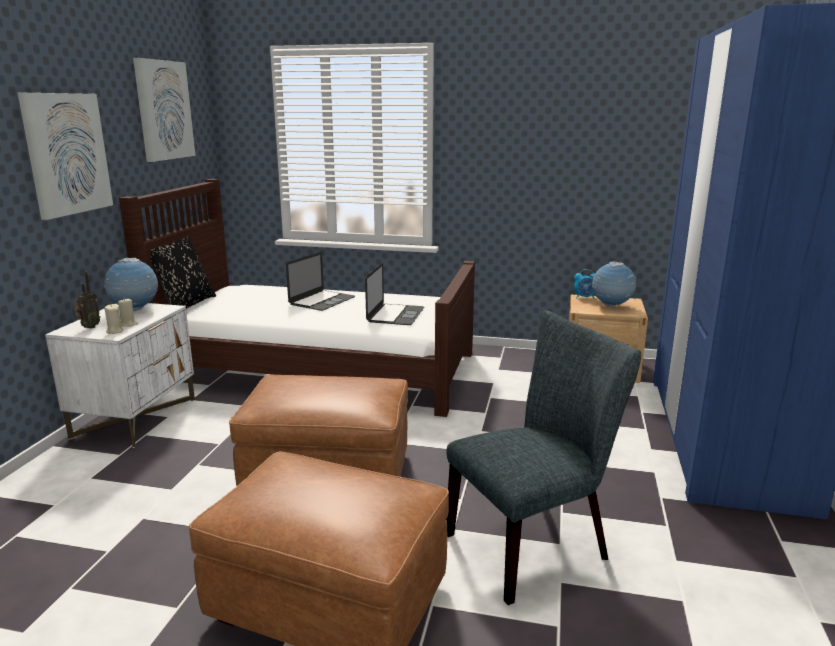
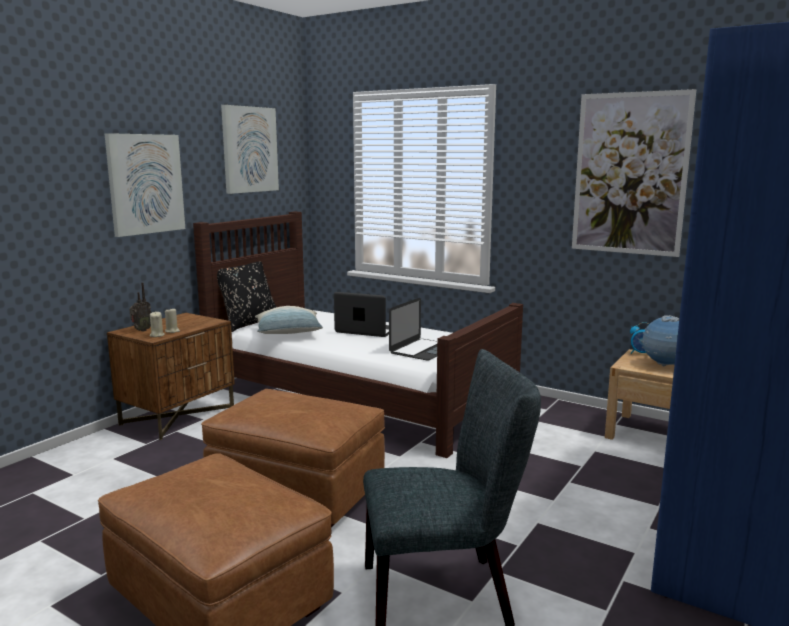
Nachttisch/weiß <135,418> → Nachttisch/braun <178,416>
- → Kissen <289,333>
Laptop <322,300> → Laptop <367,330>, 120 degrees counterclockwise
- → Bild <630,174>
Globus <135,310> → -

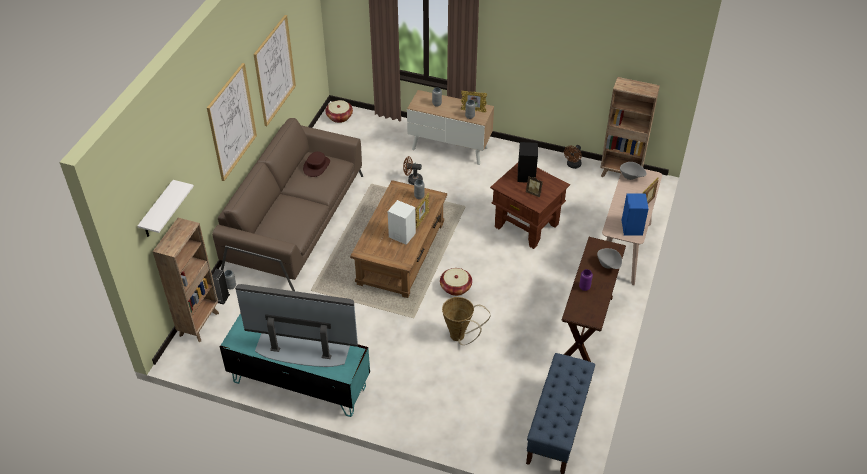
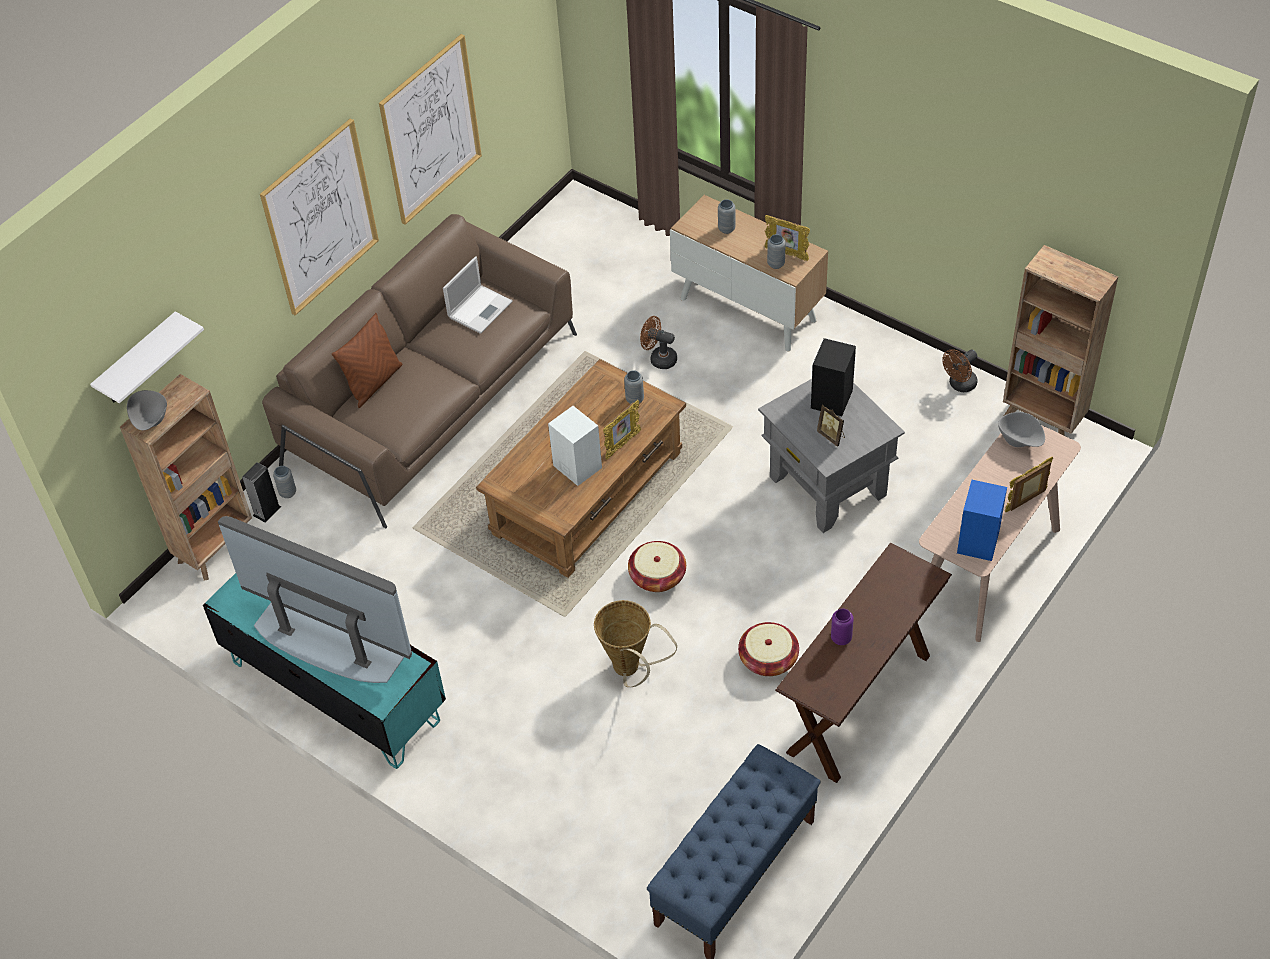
Schüssel/grau <608,265> → Schüssel/grau <150,422>, shifted
- → Kissen/braun <374,383>
Hut/braun <316,166> → Laptop <480,308>
Korb <339,117> → Korb <768,659>, shifted
Beistelltisch/braun <526,226> → Beistelltisch/grau <827,487>

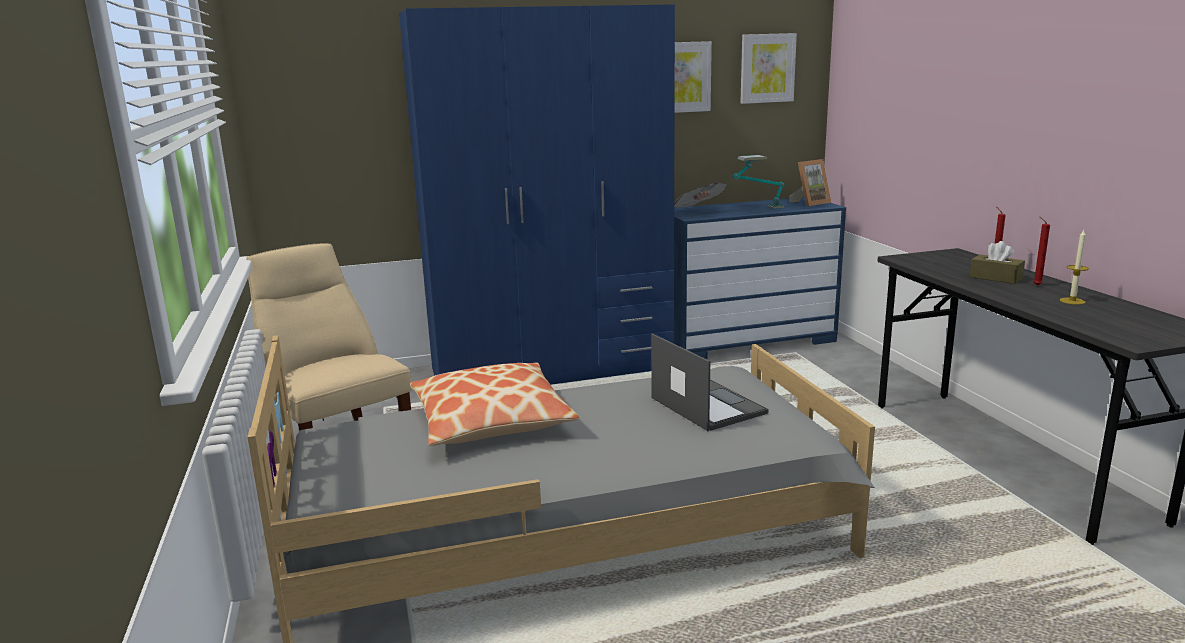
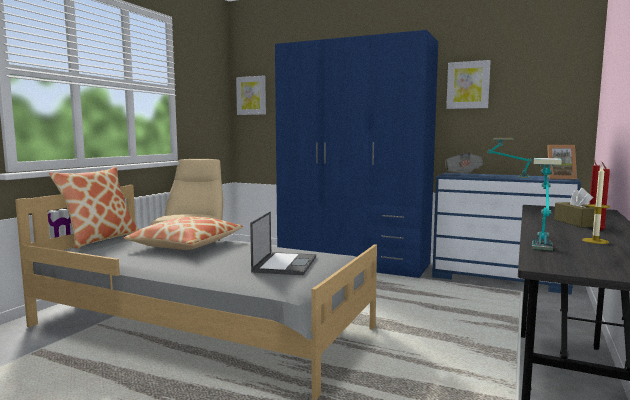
- → Kissen <99,238>
Bild <767,68> → Bild <251,95>, shifted
- → Tischlampe <541,241>

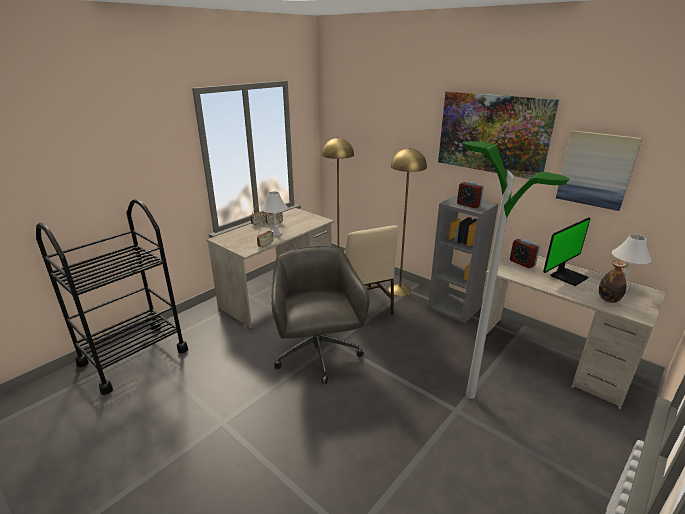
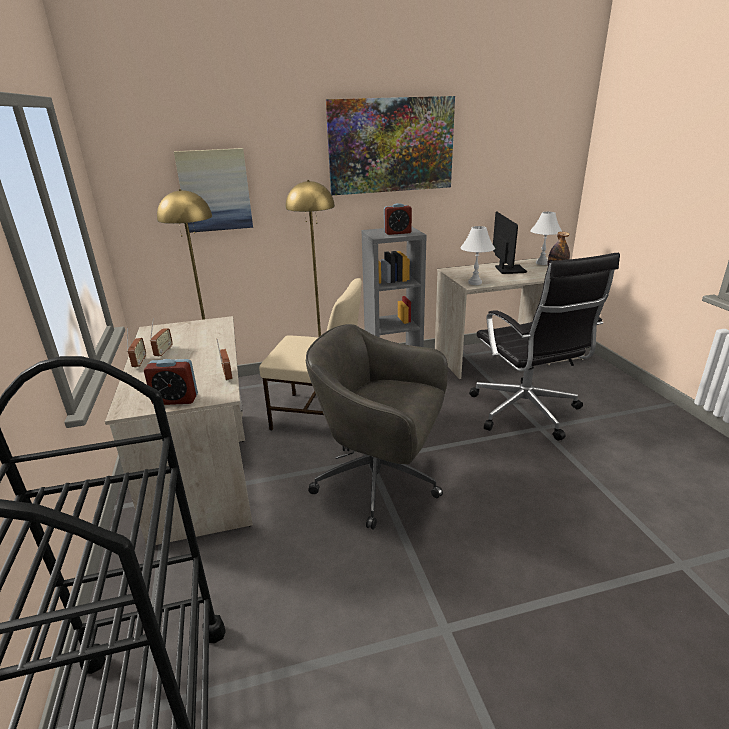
Wecker <522,263> → Wecker <175,400>, shifted
Bild <596,169> → Bild <215,190>, shifted
Tischlampe/weiß <276,234> → Tischlampe/weiß <474,283>, shifted
Stehlampe <470,395> → Bürostuhl/schwarz <525,412>

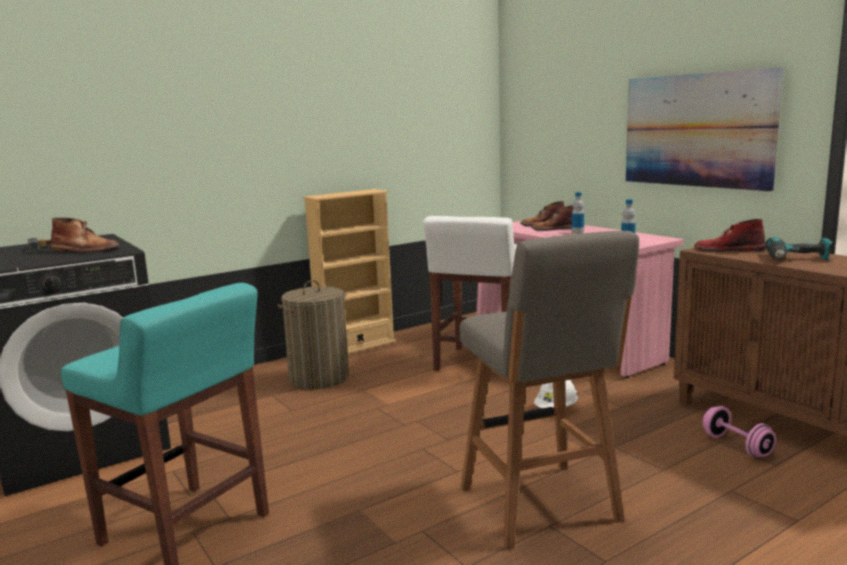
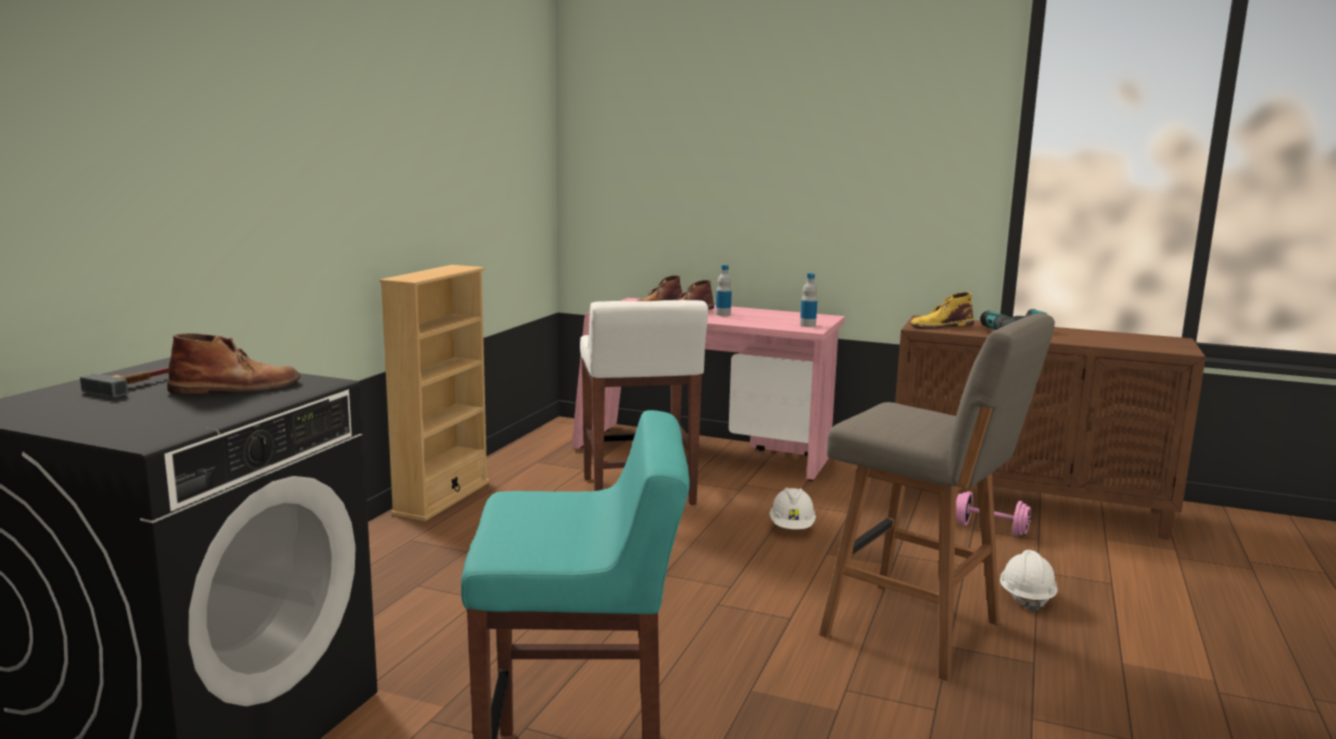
Stiefel/rot <728,249> → Stiefel/gelb <940,325>
- → Schutzhelm/weiß <1026,597>
Wäschekorb <319,378> → -
Bild <697,130> → -

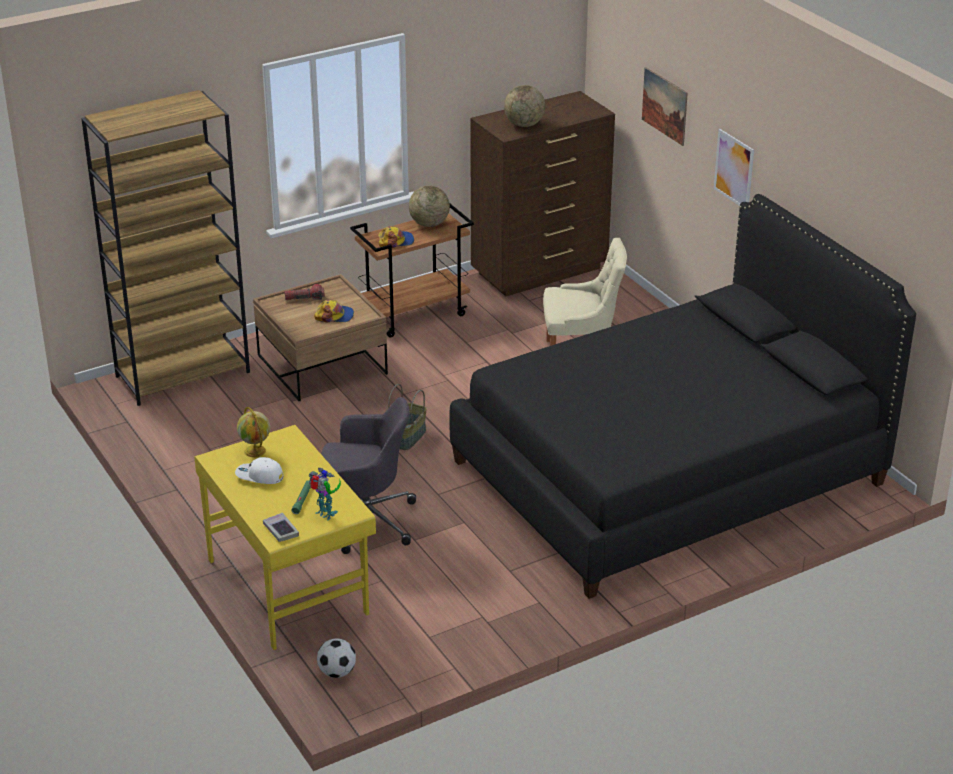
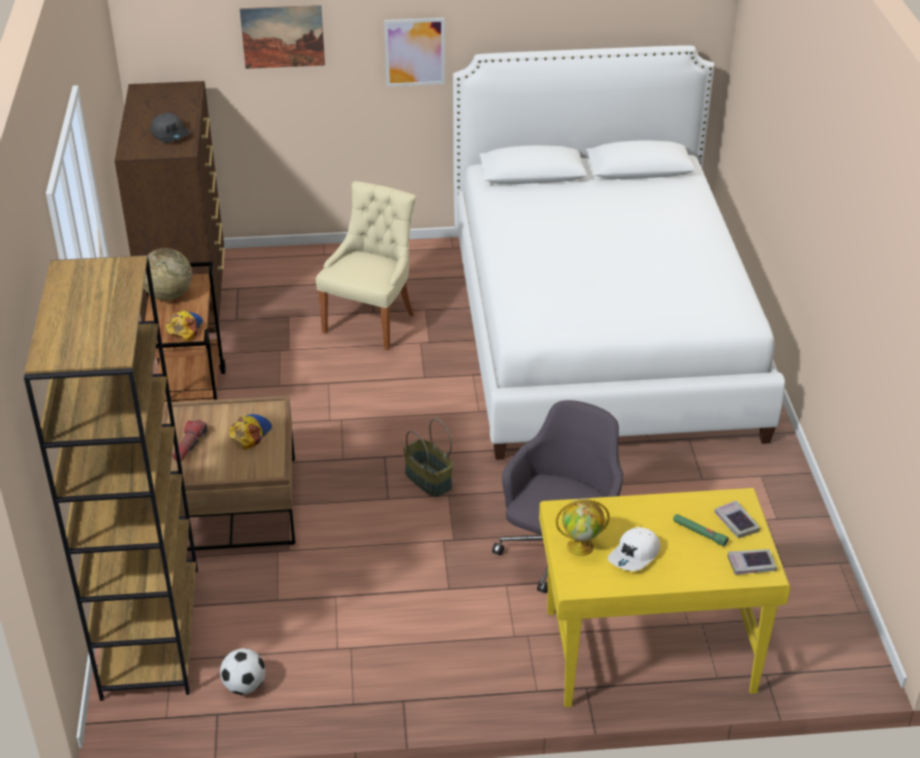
Globus <524,124> → Kappe/grau <170,134>
Fußball <337,672> → Fußball <245,686>, shifted
Bett/schwarz <669,472> → Bett/weiß <601,333>
Spielzeugroboter <325,514> → Buch <736,522>

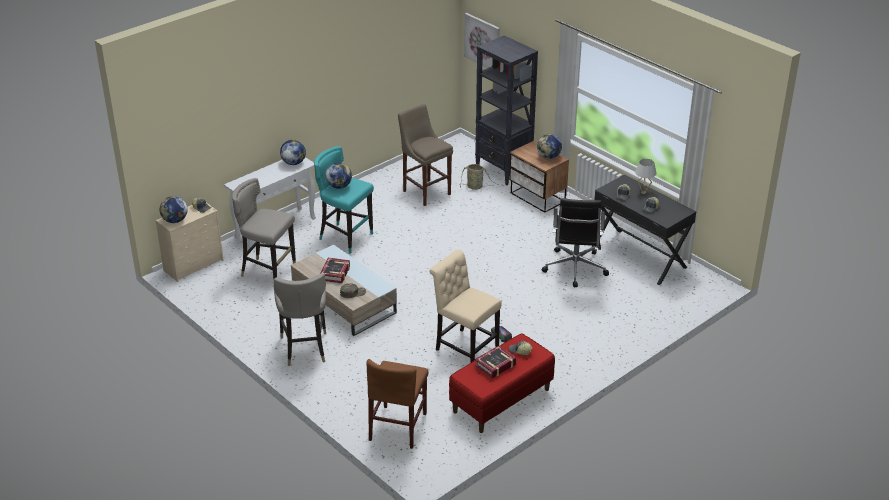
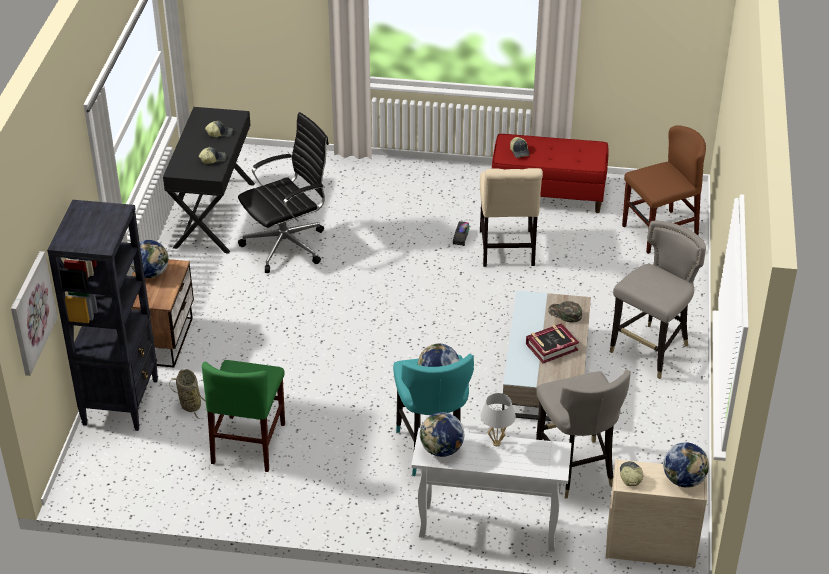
Hocker/beige <425,191> → Stuhl/grün <248,443>
Tischlampe/weiß <643,192> → Tischlampe/weiß <496,443>, shifted
Buch <495,365> → -

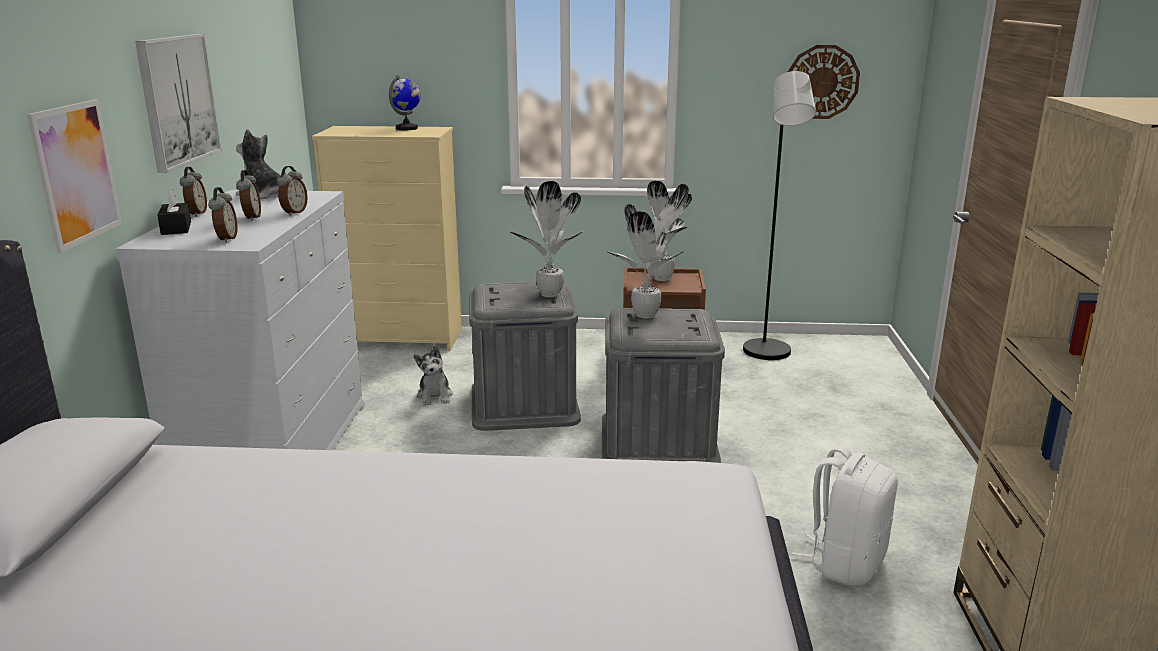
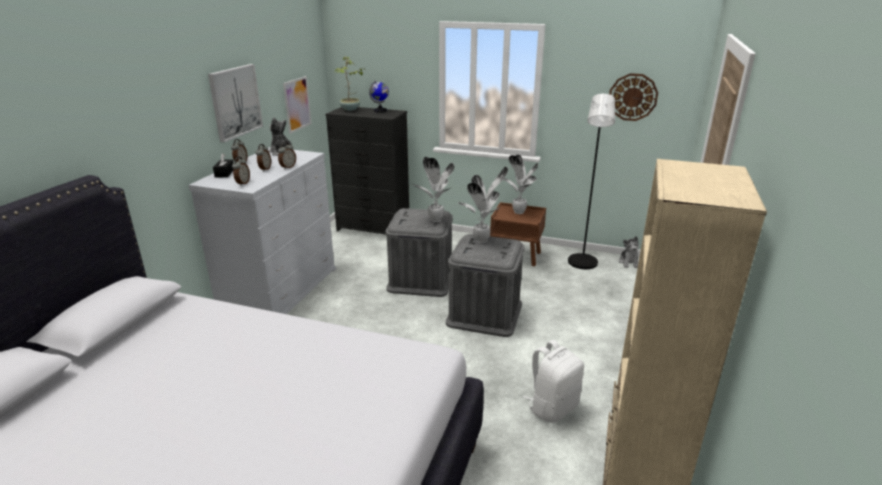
Bild <76,173> → Bild <297,104>, shifted
Kommode/beige <401,338> → Kommode/schwarz <374,229>
- → Topfpflanze <350,109>
Plüschtier <435,396> → Plüschtier <628,262>, shifted

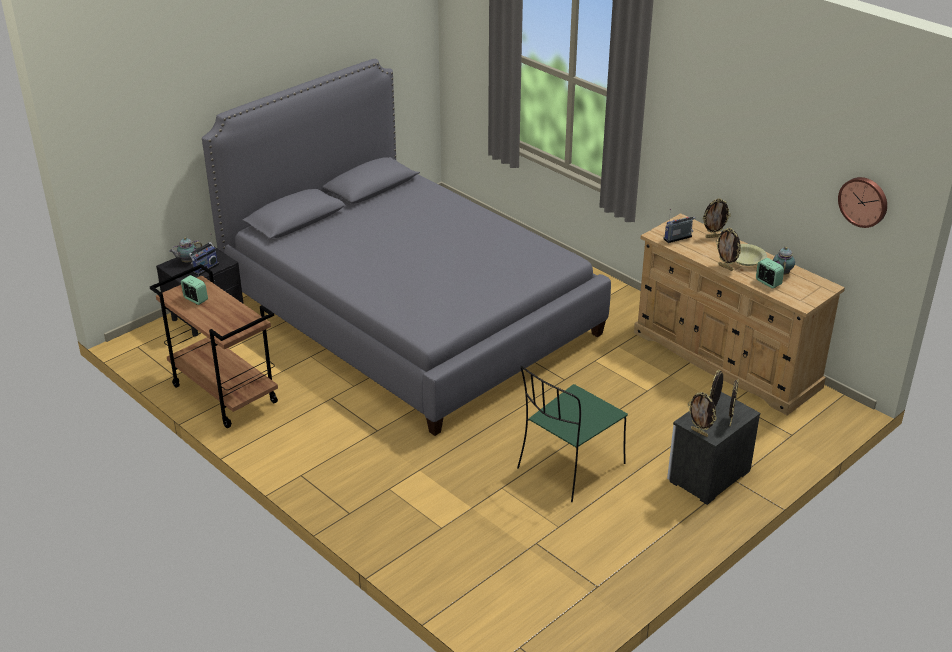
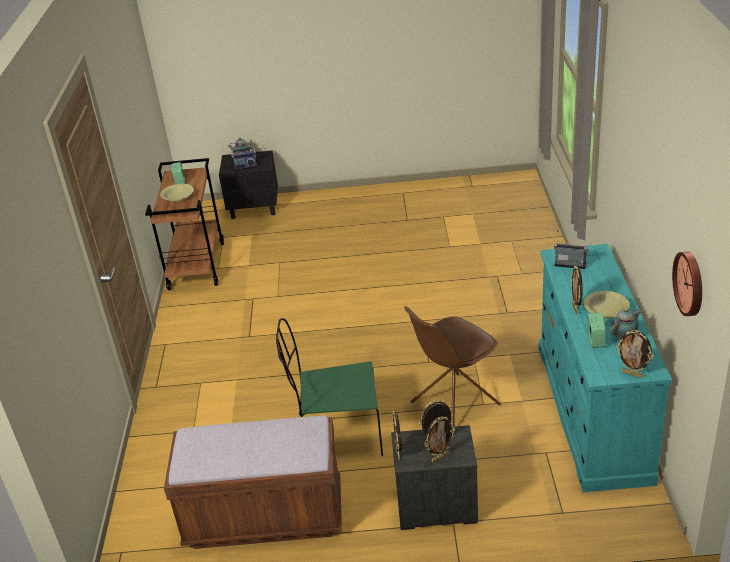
- → Schüssel/gelb <178,197>
- → Bank/braun <264,517>
- → Stuhl/braun <453,404>
Kommode/beige <726,360> → Kommode/türkis <593,412>
Bilderrahmen <713,236> → Bilderrahmen <632,374>, shifted
Bett/grau <409,314> → -

